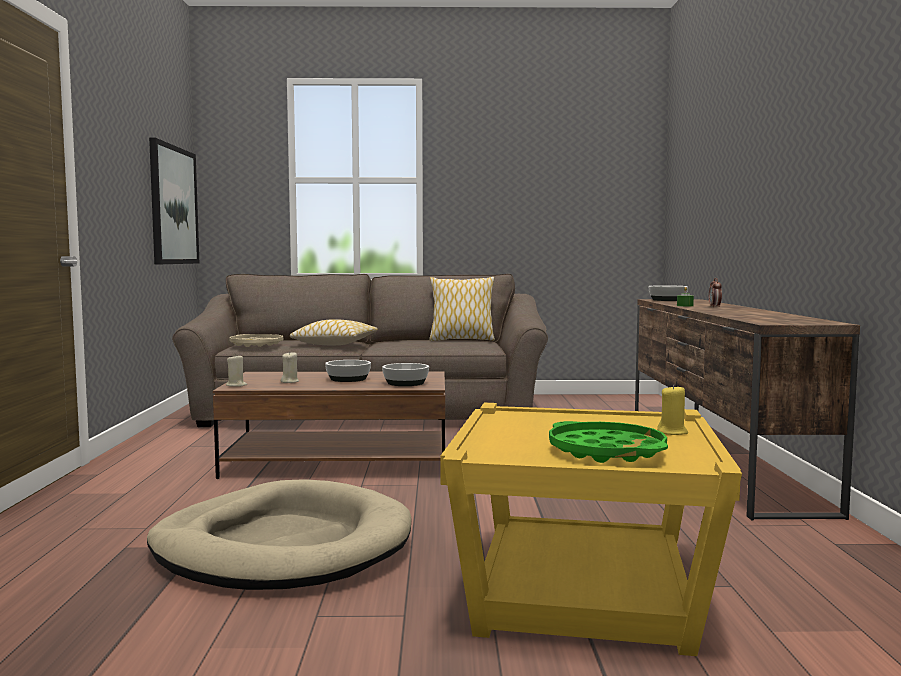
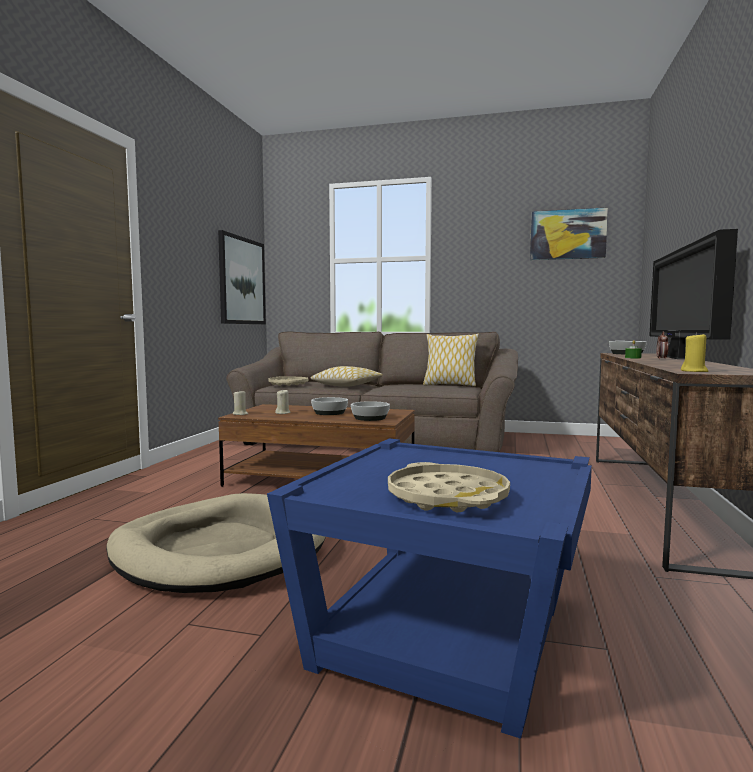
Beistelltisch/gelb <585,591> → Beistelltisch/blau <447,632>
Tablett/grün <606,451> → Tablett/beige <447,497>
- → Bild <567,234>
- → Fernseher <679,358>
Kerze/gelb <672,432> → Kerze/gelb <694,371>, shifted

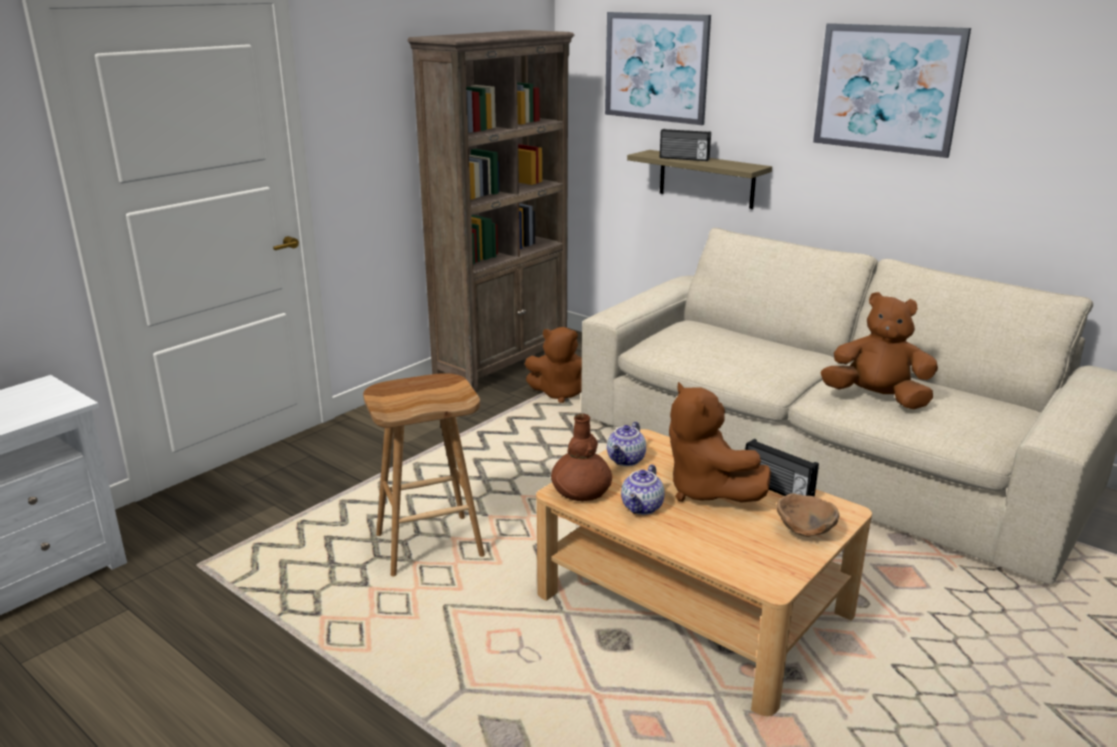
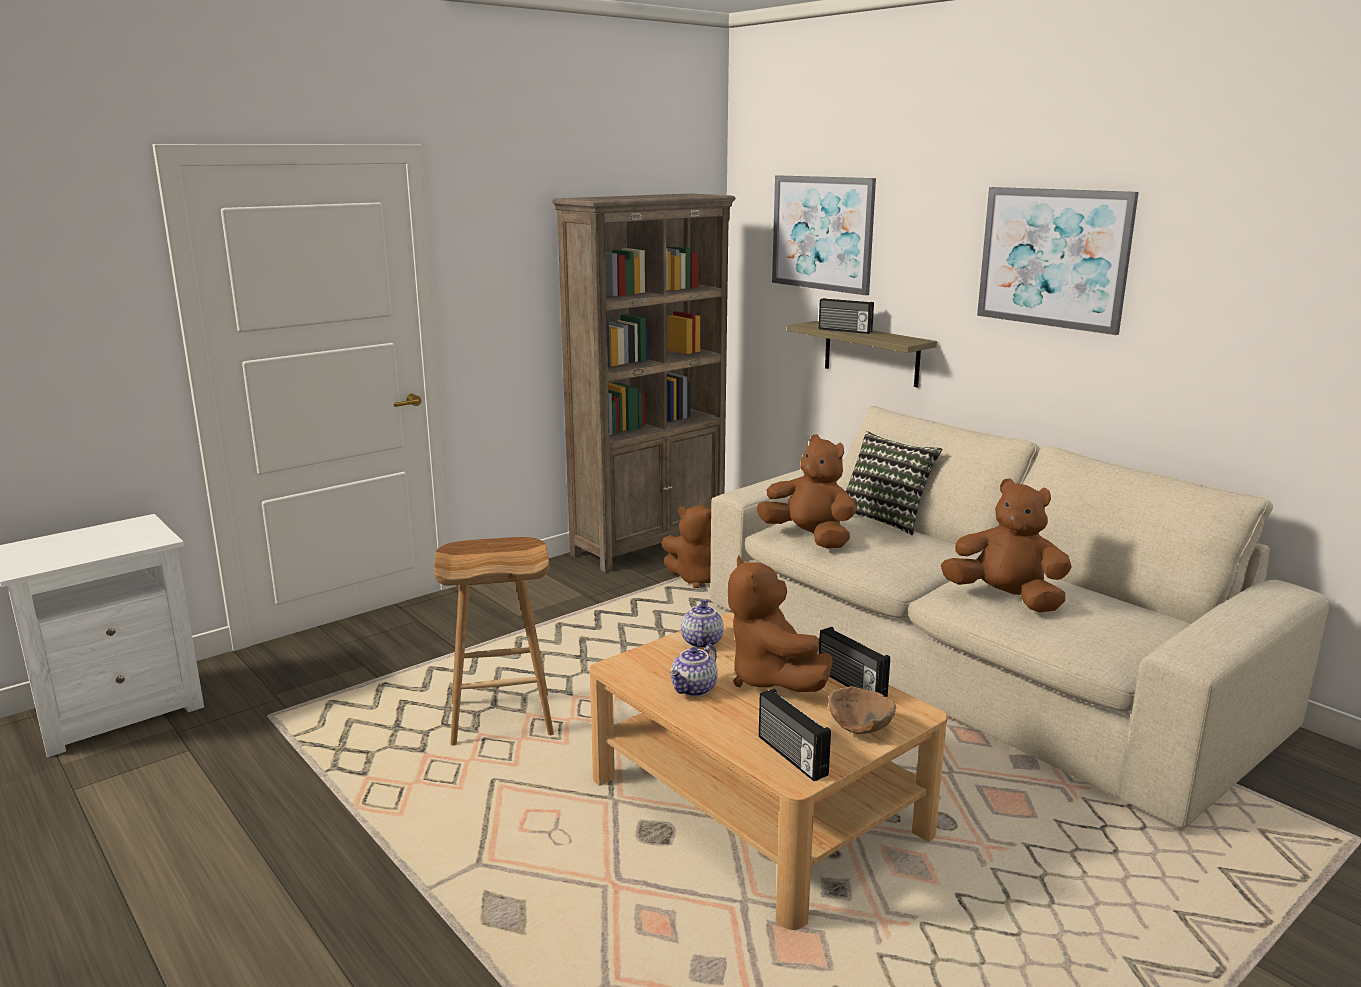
Teekanne <626,460> → Teekanne <700,641>, 150 degrees clockwise
- → Plüschtier/braun <809,538>
- → Radio <790,756>
- → Kissen <886,518>
Vase/braun <580,491> → -

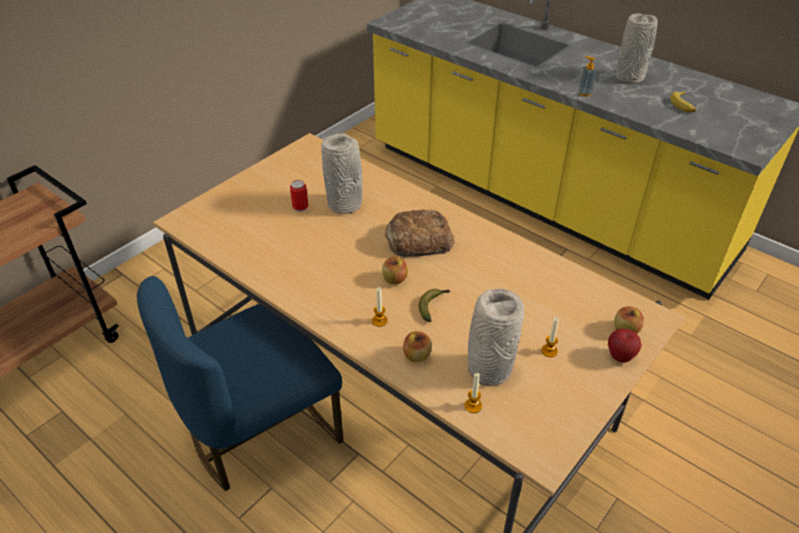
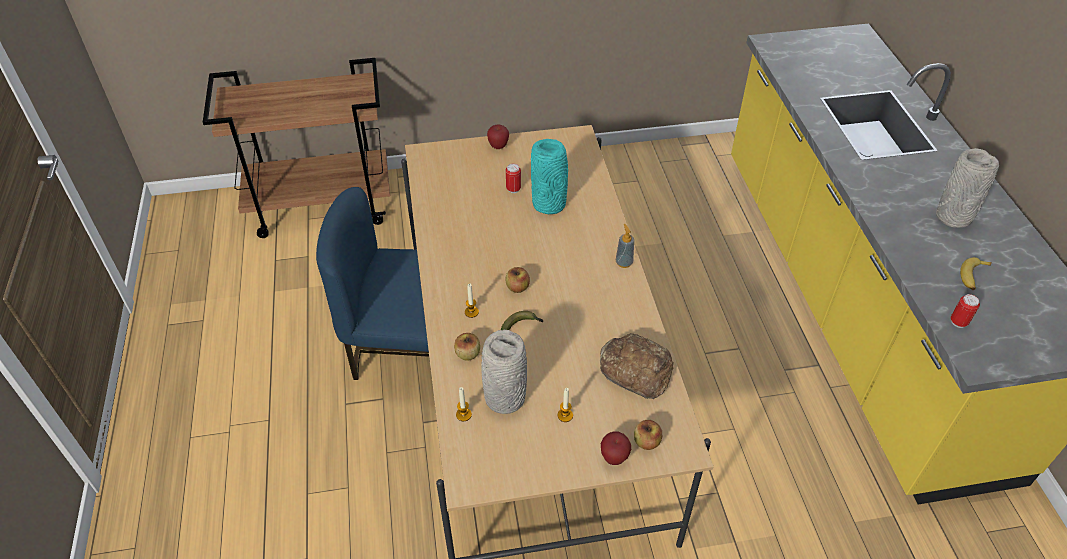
- → Apfel <498,146>
Vase/grau <346,204> → Vase/türkis <550,205>
Brot <417,240> → Brot <635,369>, shifted
Seifenspender <584,93> → Seifenspender <624,262>, shifted
- → Dose <958,322>

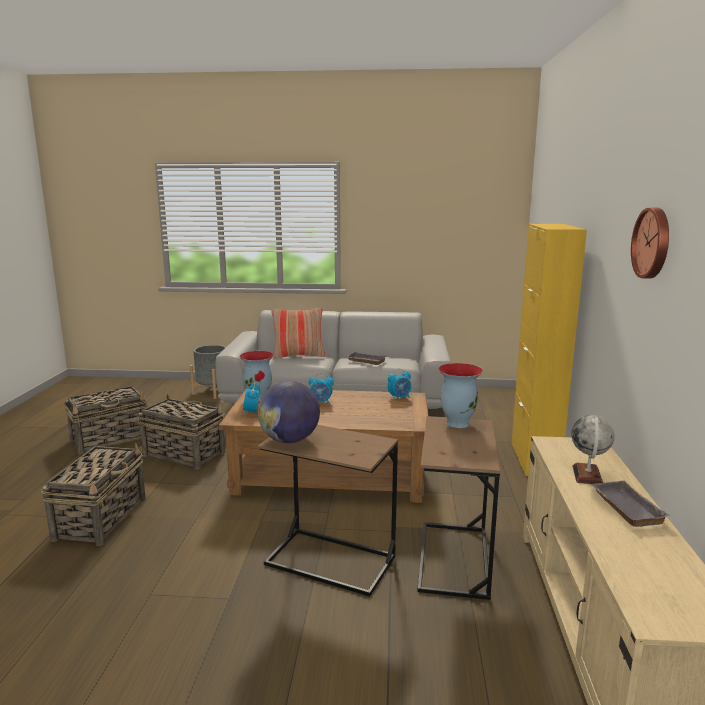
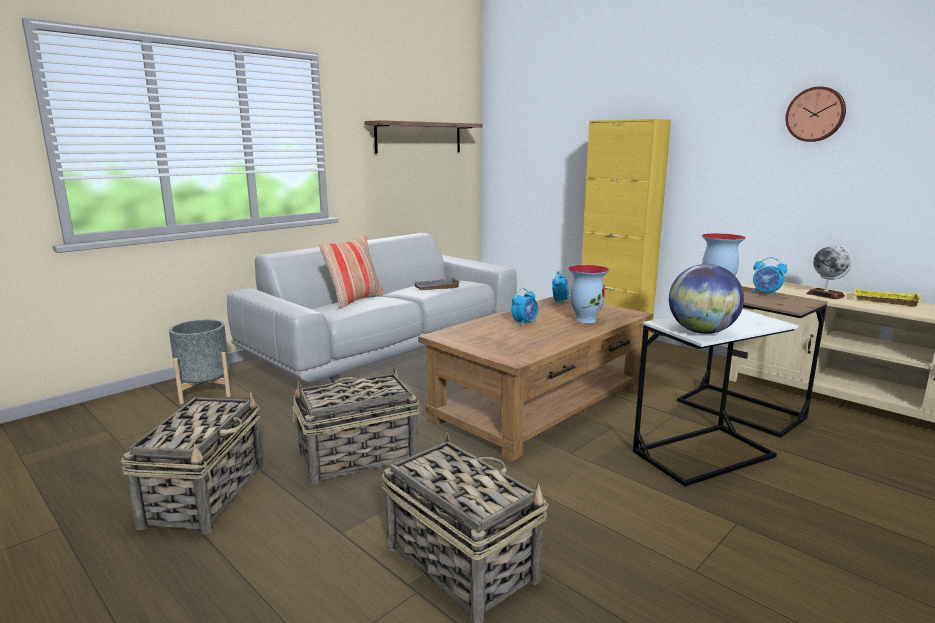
- → Wandregal <419,137>
Vase <259,397> → Vase <585,319>, shifted
Beistelltisch/braun <330,560> → Beistelltisch/weiß <703,454>
Wecker <252,412> → Wecker <766,293>, shifted
Tablett/grau <624,507> → Tablett/gelb <884,301>

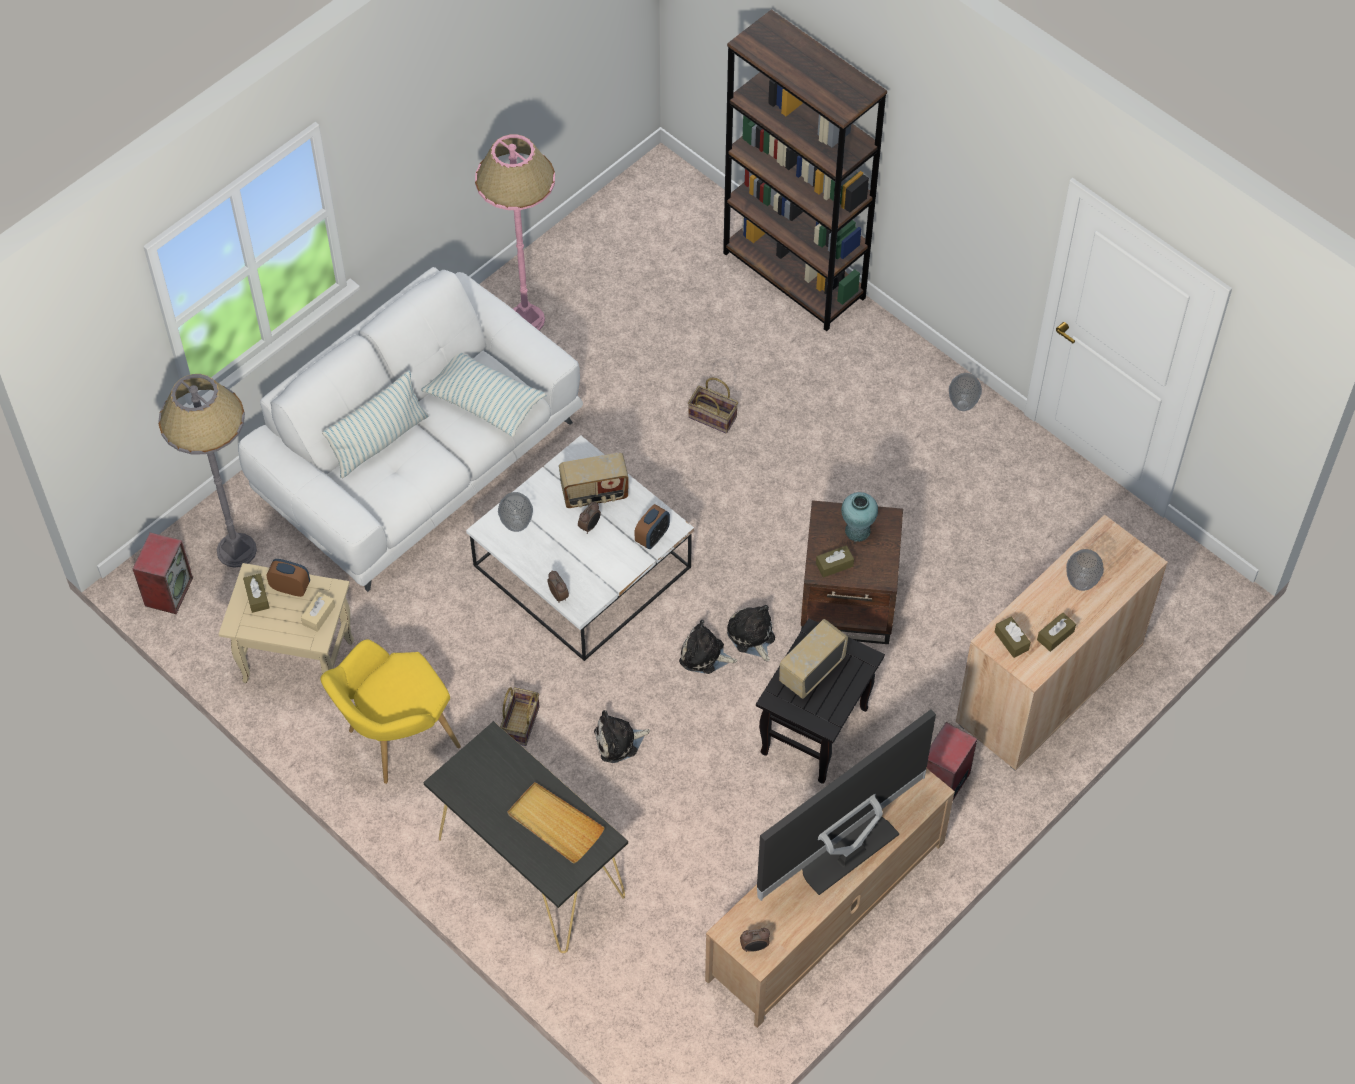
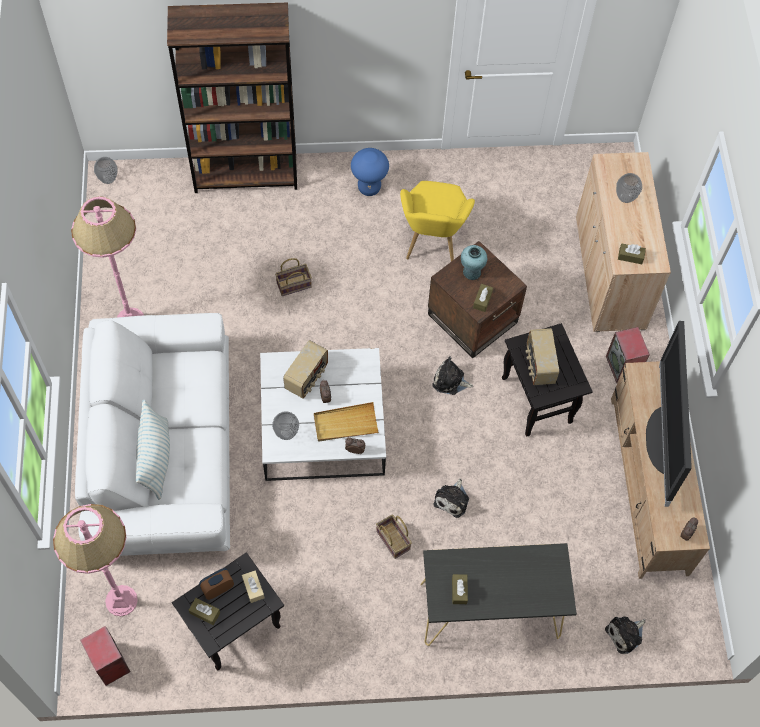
Stehlampe/grau <237,550> → Stehlampe/rosa <121,600>
Vase <963,405> → Vase <109,179>, shifted
Beistelltisch/beige <296,662> → Beistelltisch/schwarz <233,629>
Tablett/beige <555,824> → Tablett/beige <345,424>, shifted
- → Hocker/blau <369,188>
Sessel/gelb <395,740> → Sessel/gelb <432,244>, shifted
Taschentuchbox/braun <1055,635> → Taschentuchbox/braun <459,591>, shifted
Plüschtier <704,655> → Plüschtier <625,634>, shifted
Kissen <484,401> → -
Wecker <652,537> → -

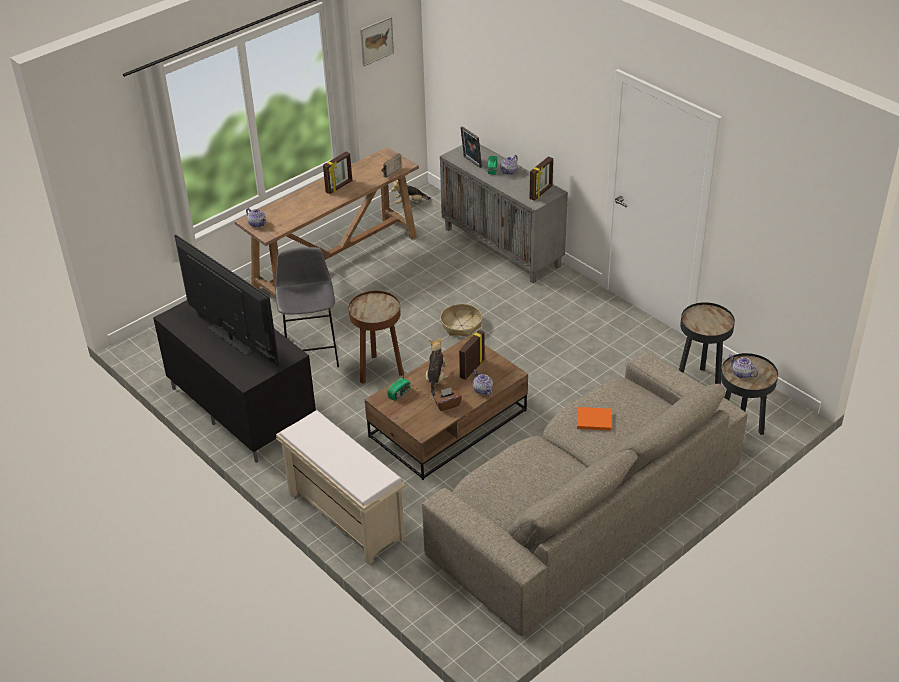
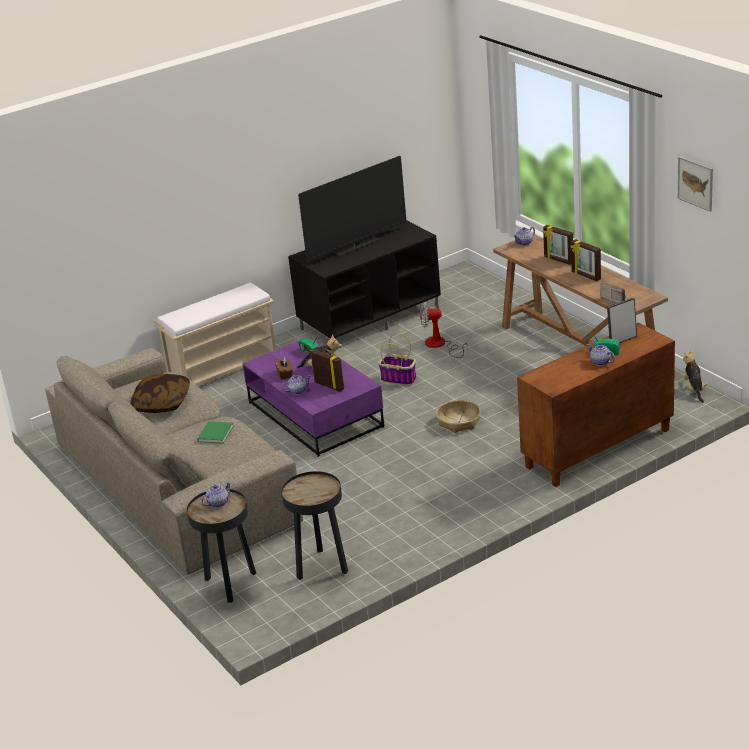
- → Kissen <162,403>
Buch/orange <592,420> → Buch/grün <216,433>
Couchtisch/braun <447,424> → Couchtisch/lila <314,414>
Beistelltisch/braun <379,371> → Korb <399,379>
Hocker/grau <311,349> → Ventilator <440,345>
Schrank/grau <503,247> → Schrank/braun <598,449>
Bilderrahmen <541,193> → Bilderrahmen <558,260>, shifted

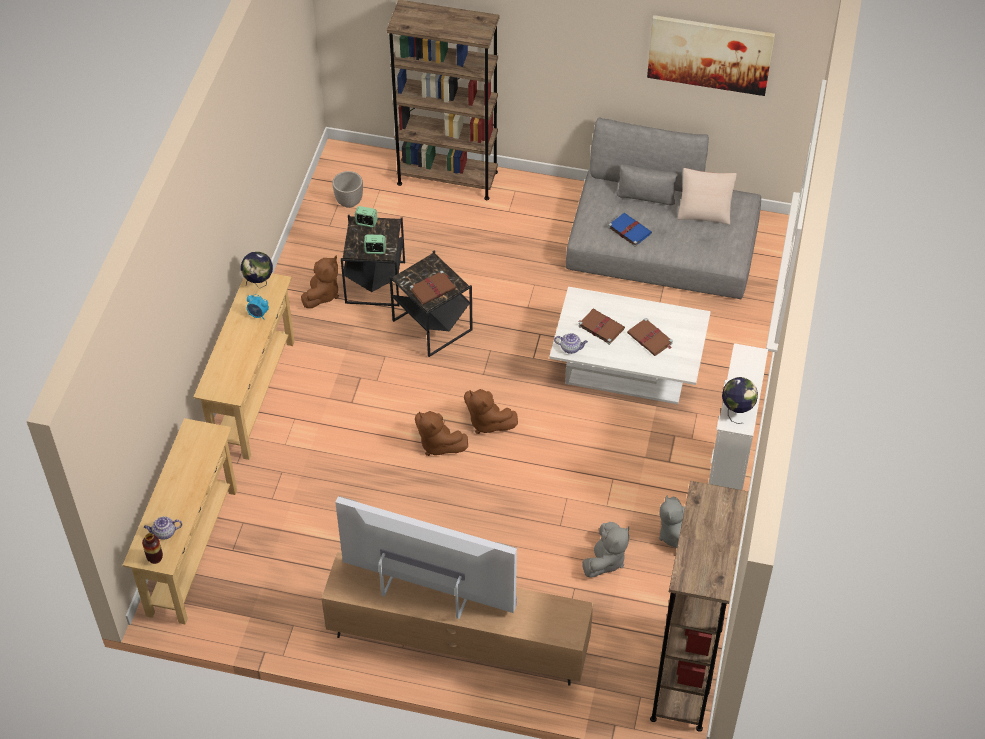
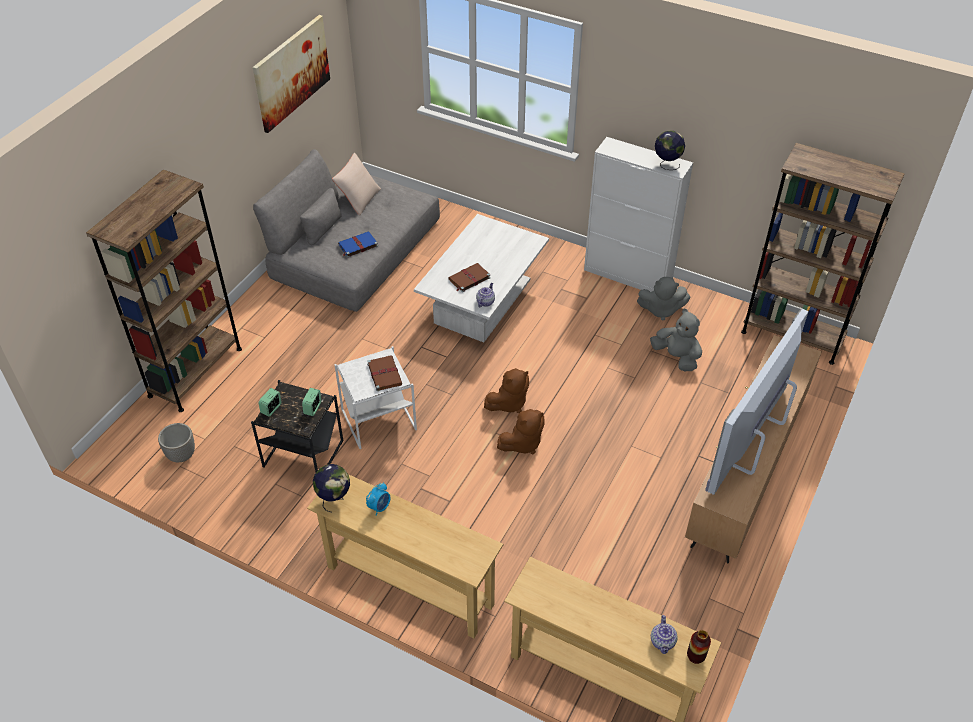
Beistelltisch/schwarz <432,325> → Beistelltisch/weiß <378,420>
Plüschtier/braun <322,294> → -
Buch/braun <650,339> → -

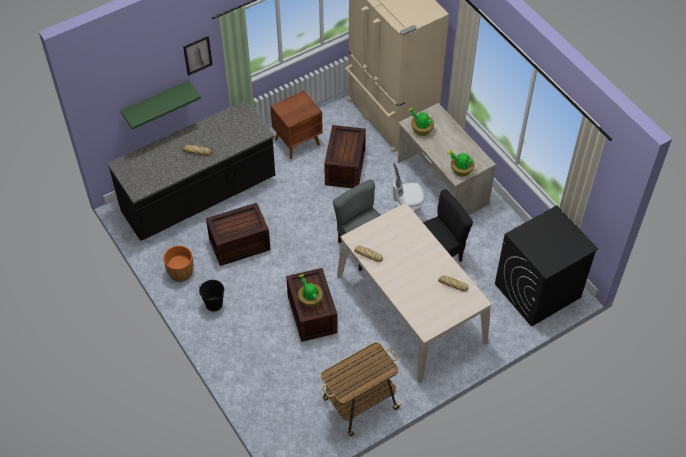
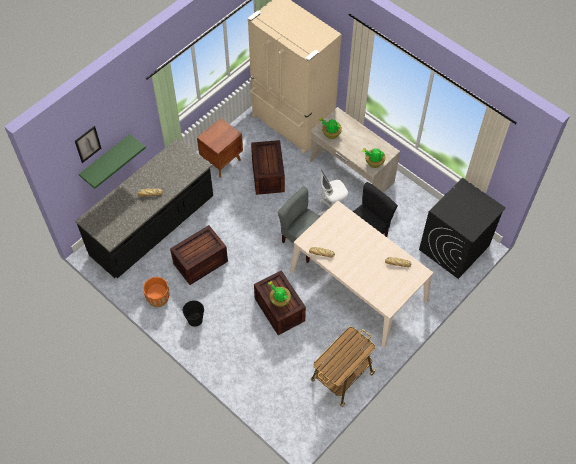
Bild <197,55> → Bild <88,144>, shifted

